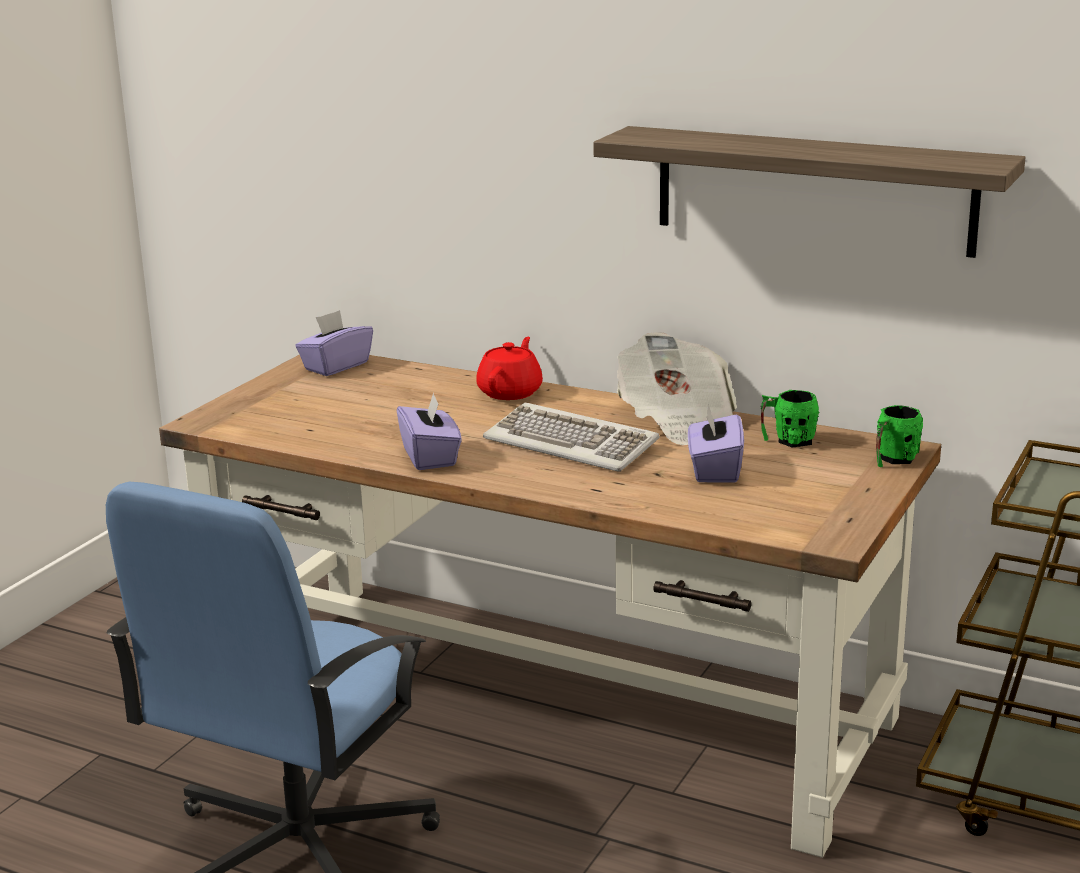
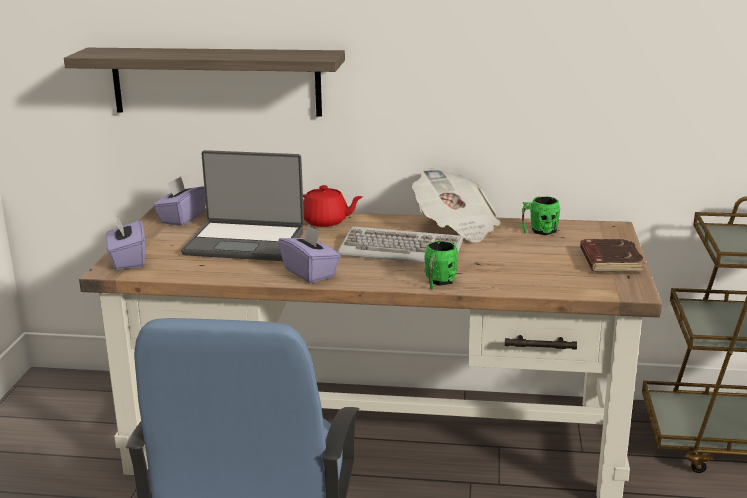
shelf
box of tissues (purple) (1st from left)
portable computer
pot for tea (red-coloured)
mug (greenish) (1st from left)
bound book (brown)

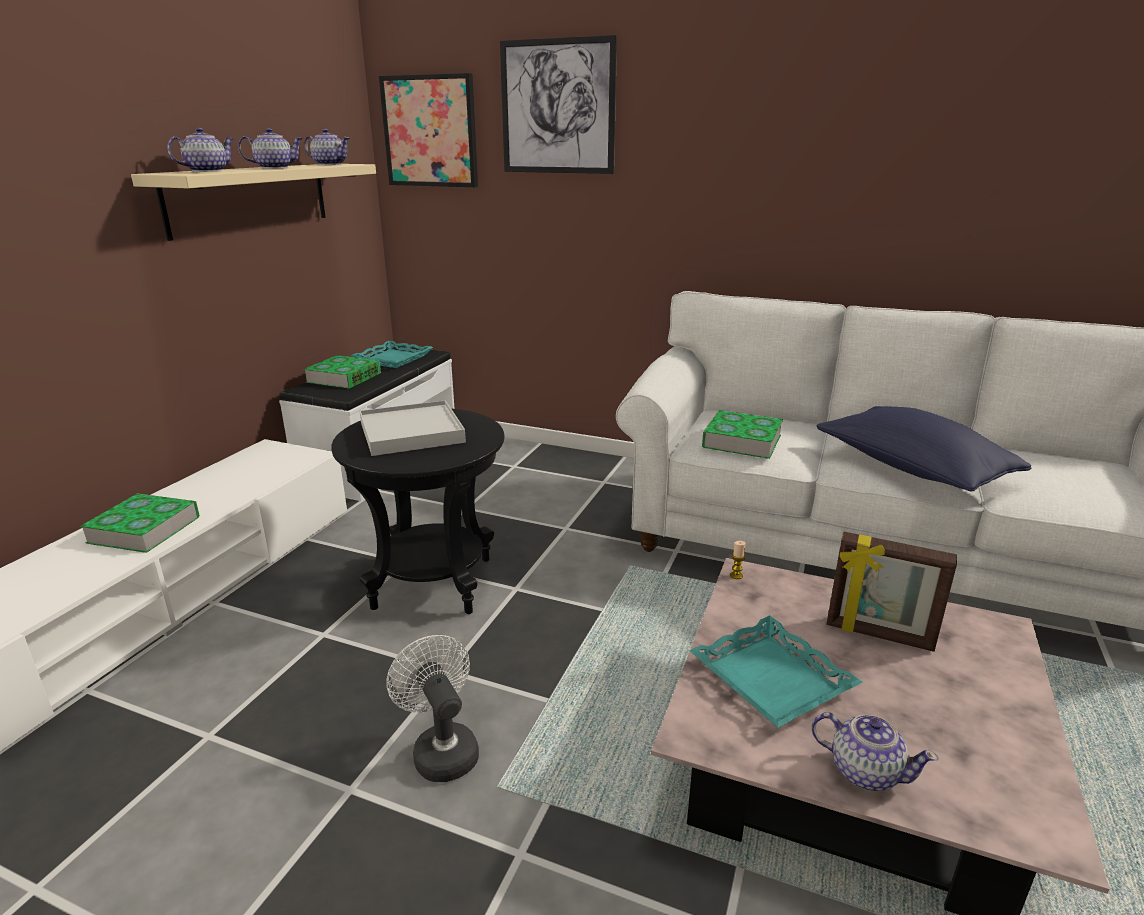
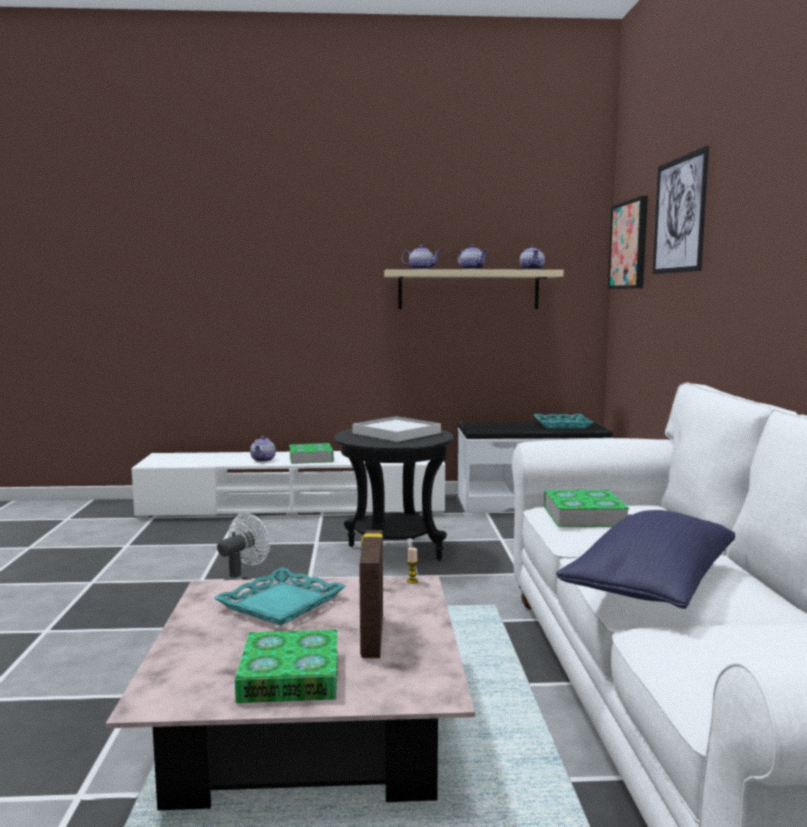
bound book (1st from left)
pot for tea (1st from left)

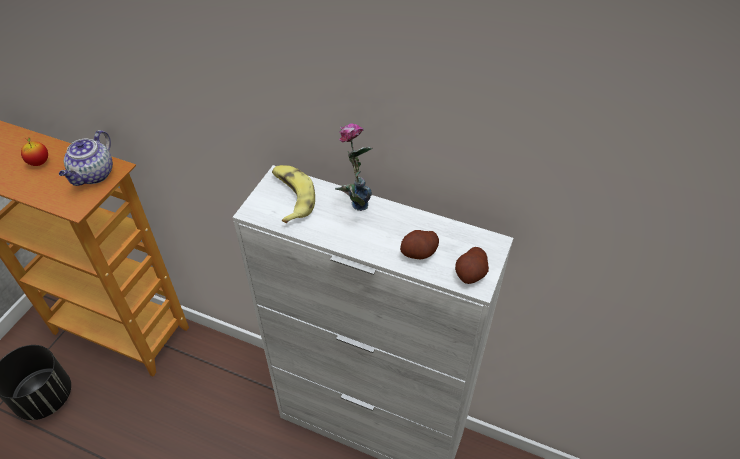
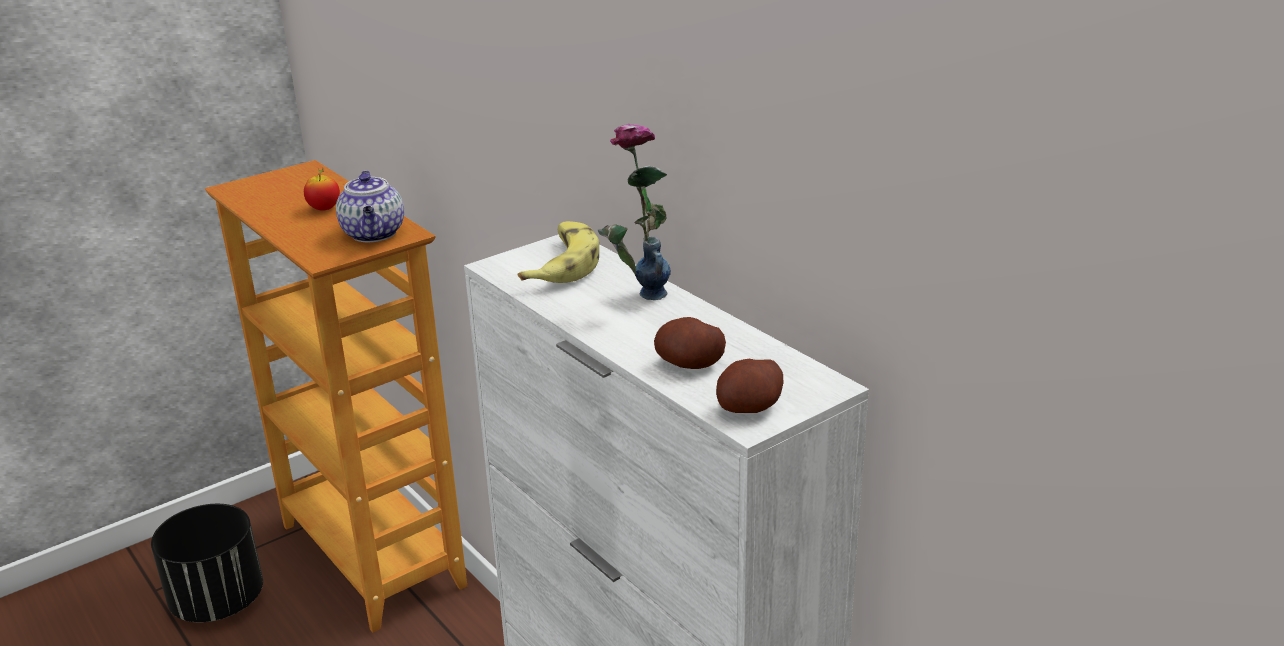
pot for tea

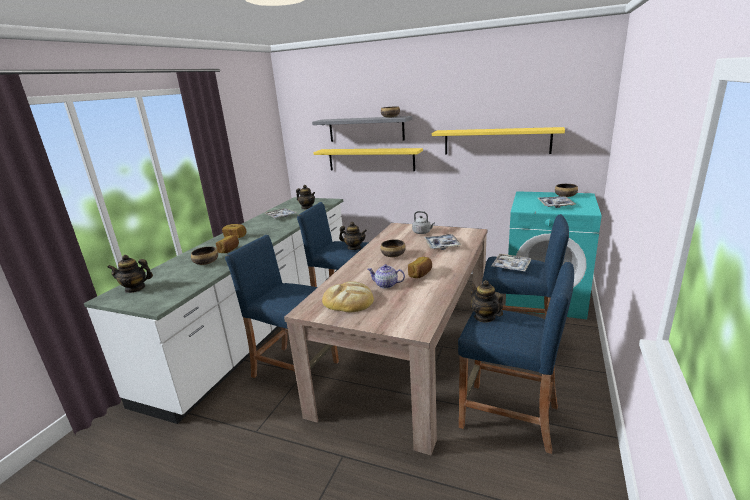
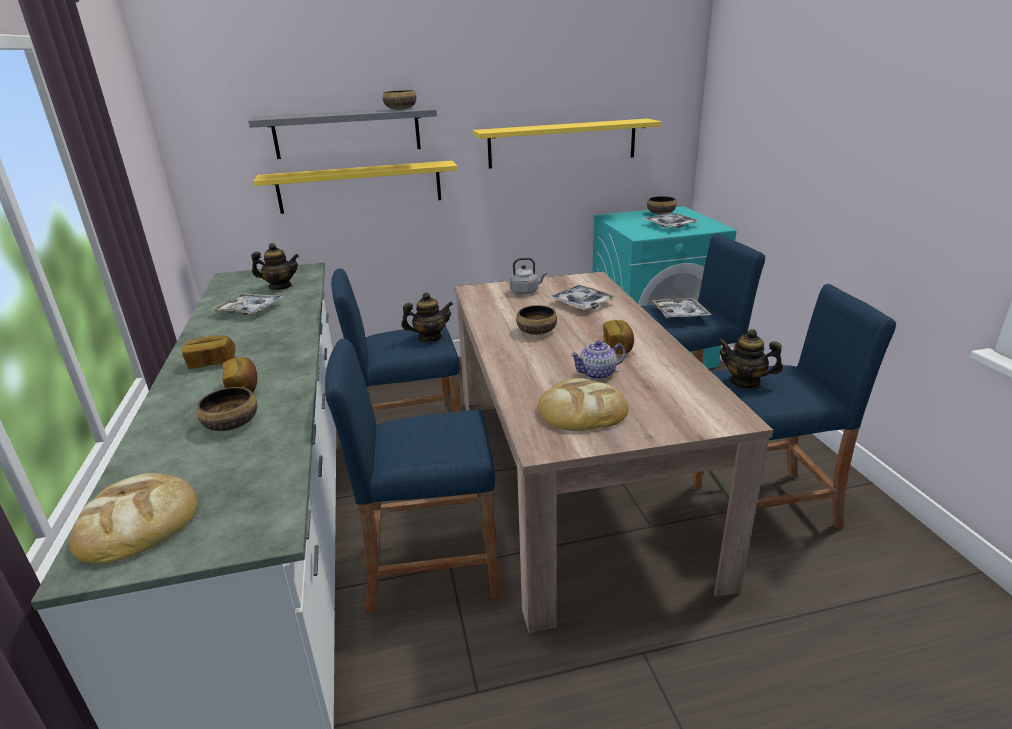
bakery bread (1st from left)

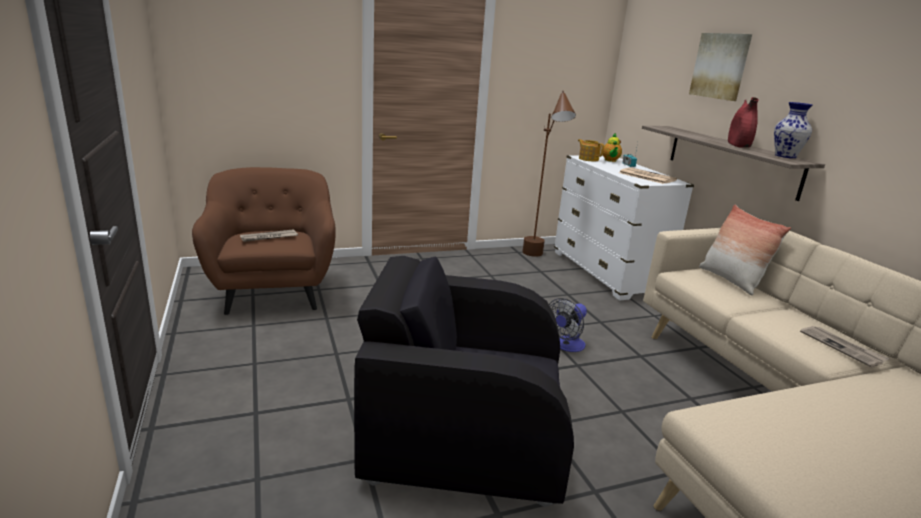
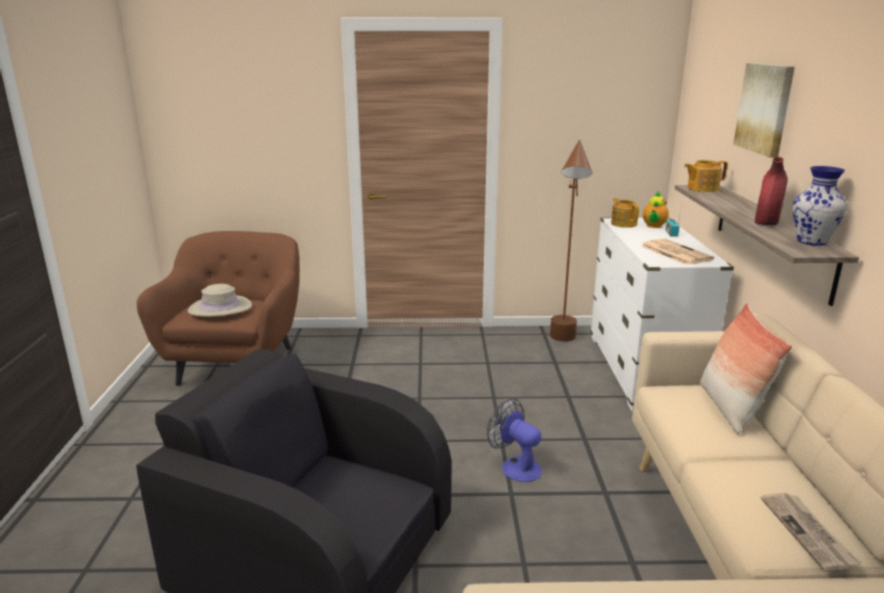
wearable hat (sand-coloured)
fan
pot for tea (3rd from left)

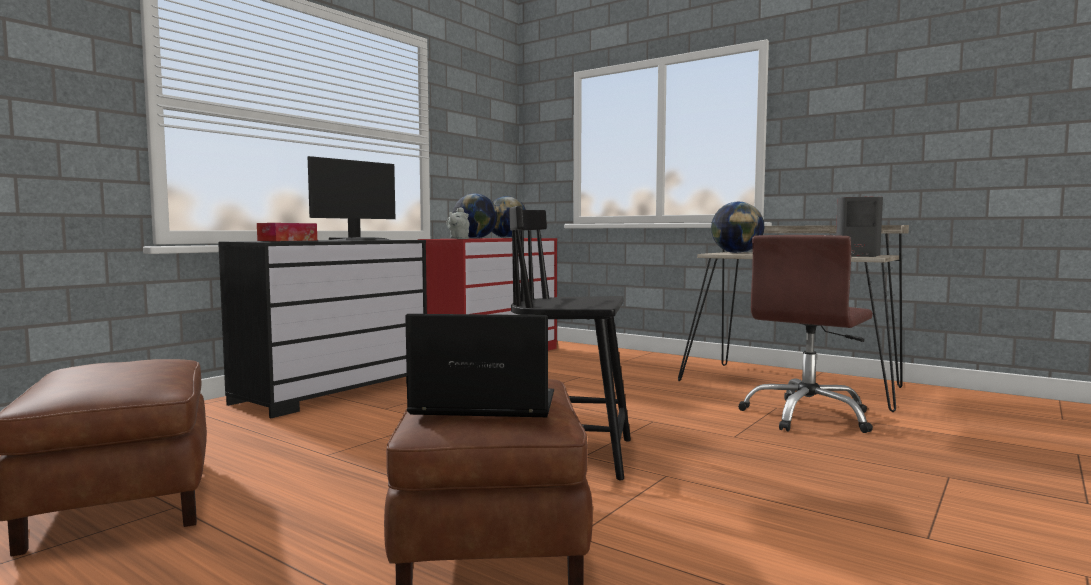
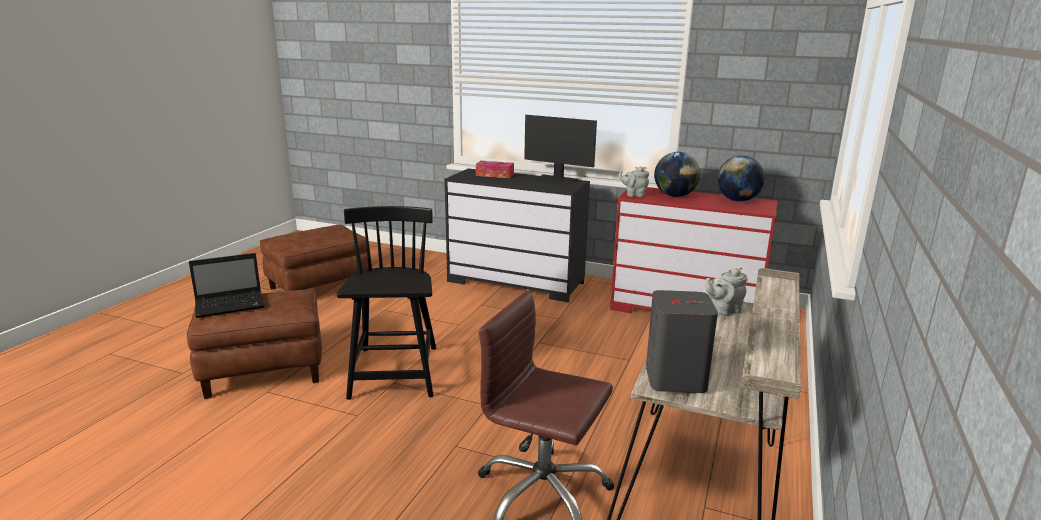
portable computer
pot for tea (gray) (2nd from left)

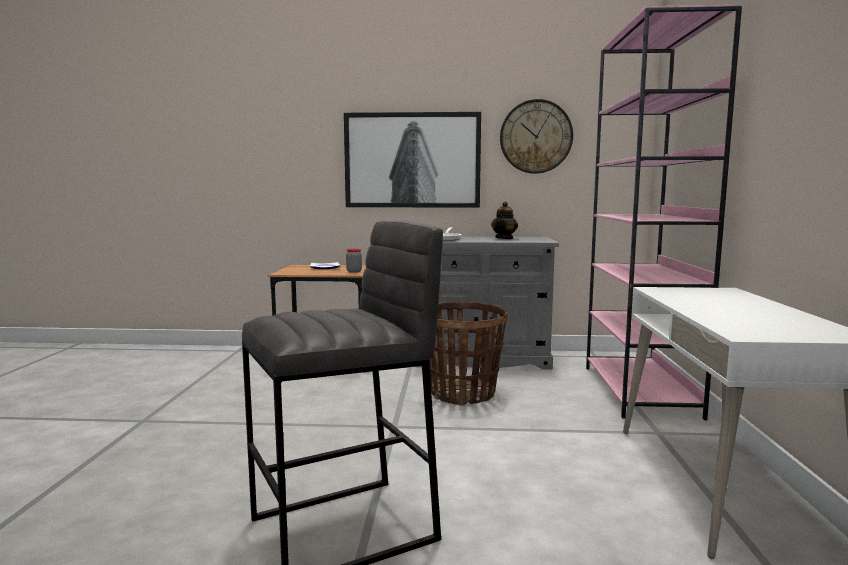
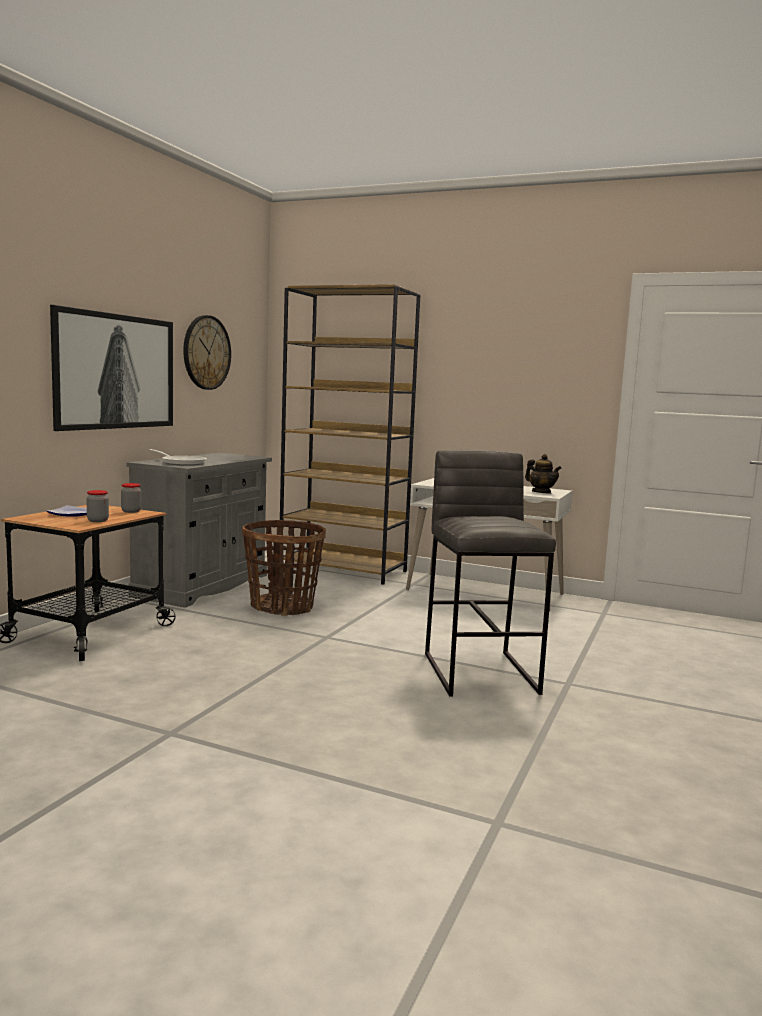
storage jar (1st from left)
bookcase (brown)
pot for tea

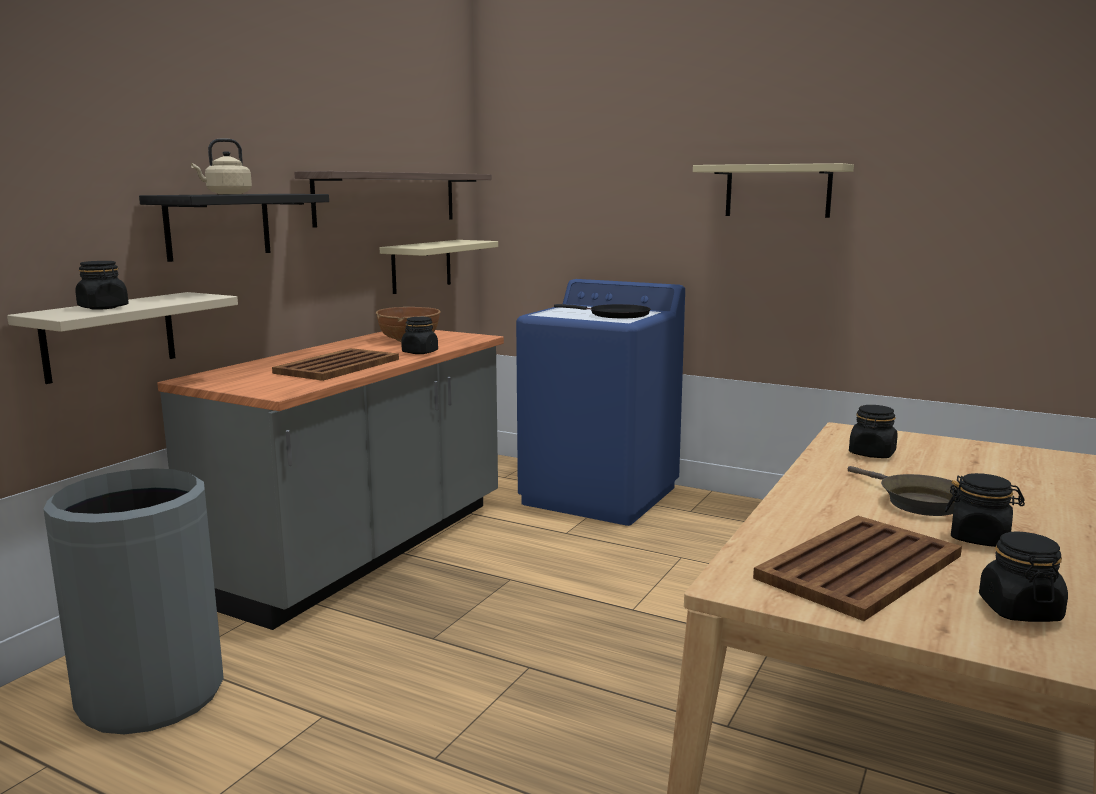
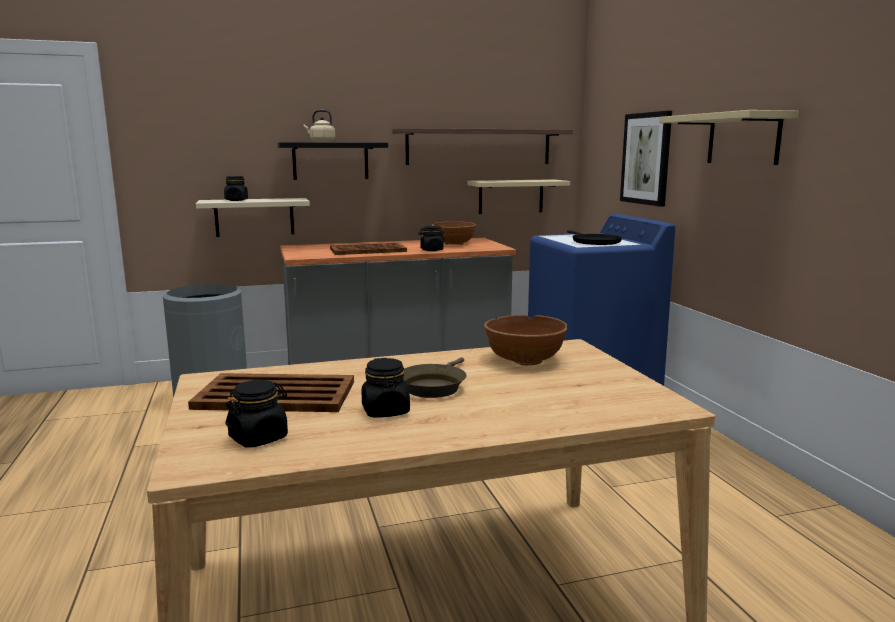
bowl (brown) (2nd from left)
wall art

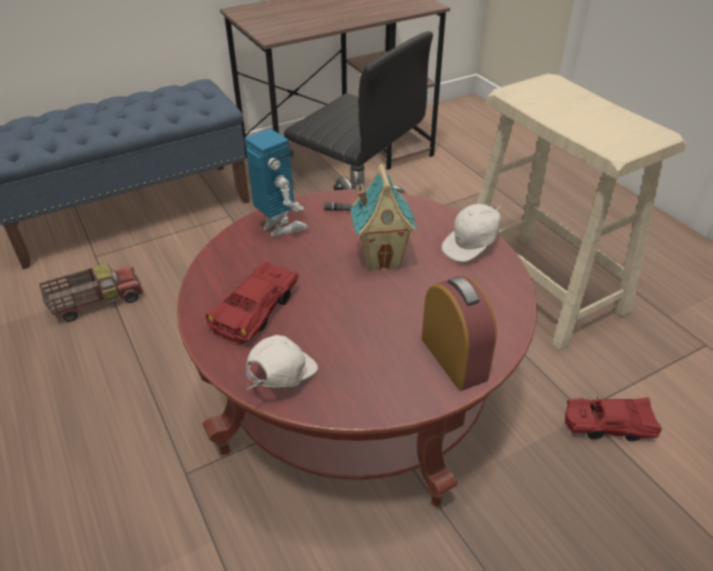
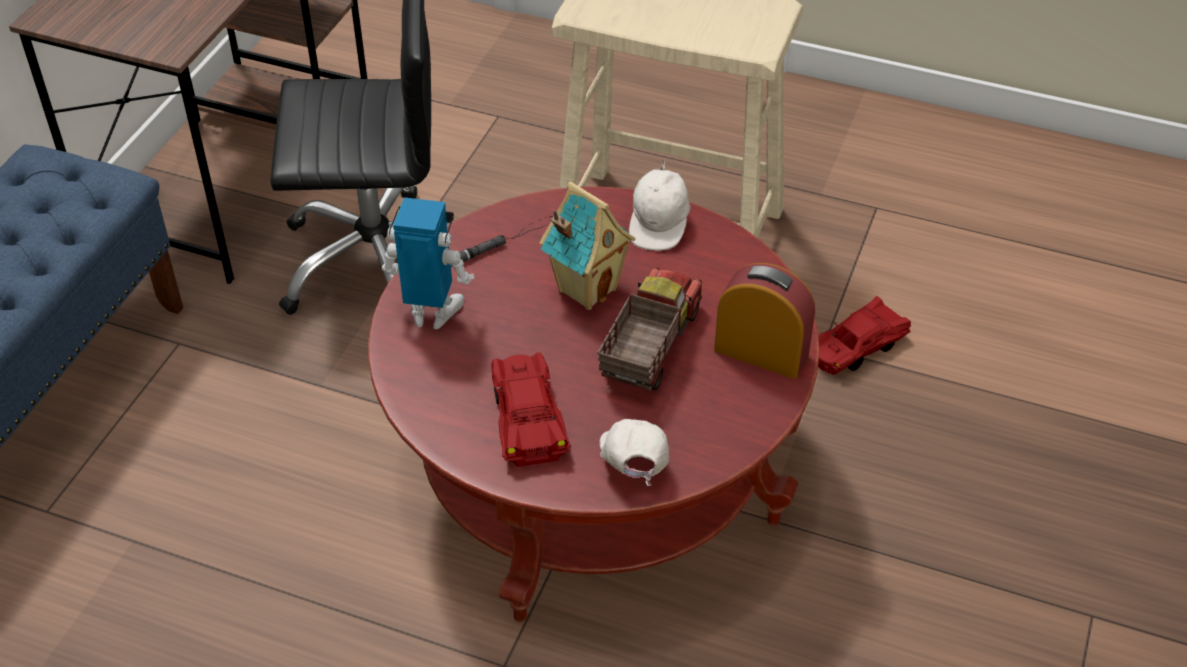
toy lorry

